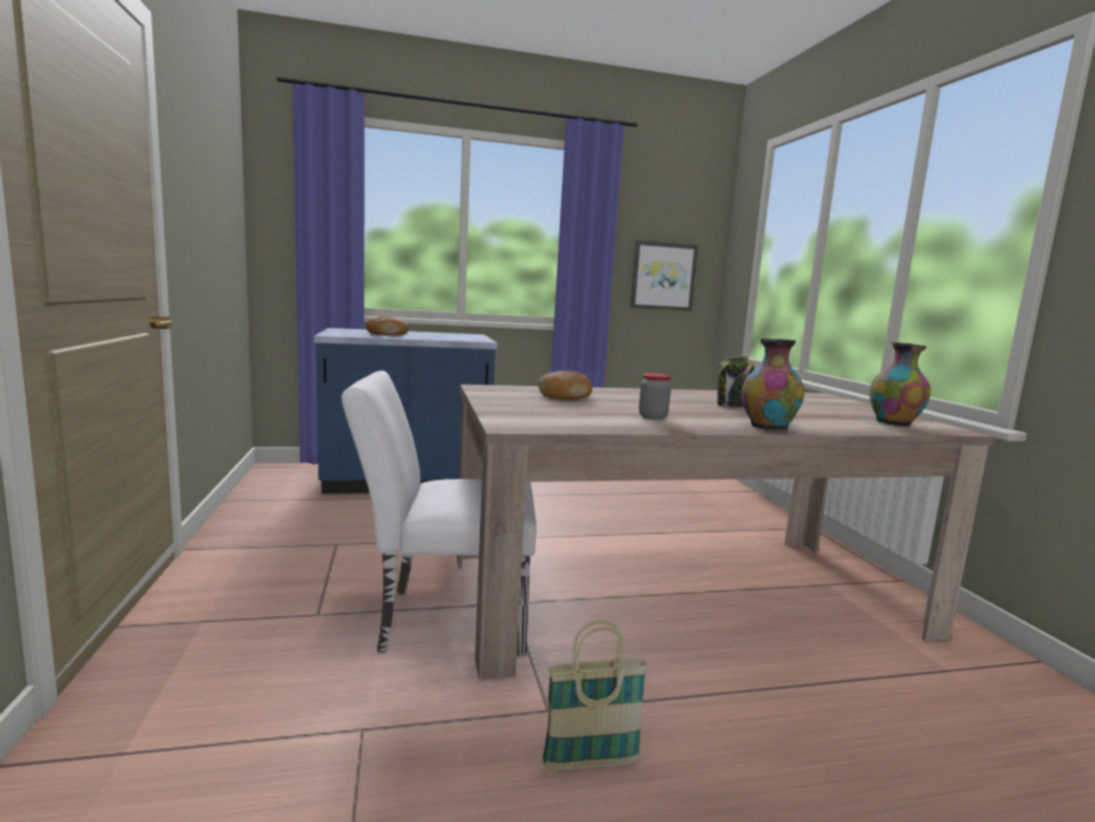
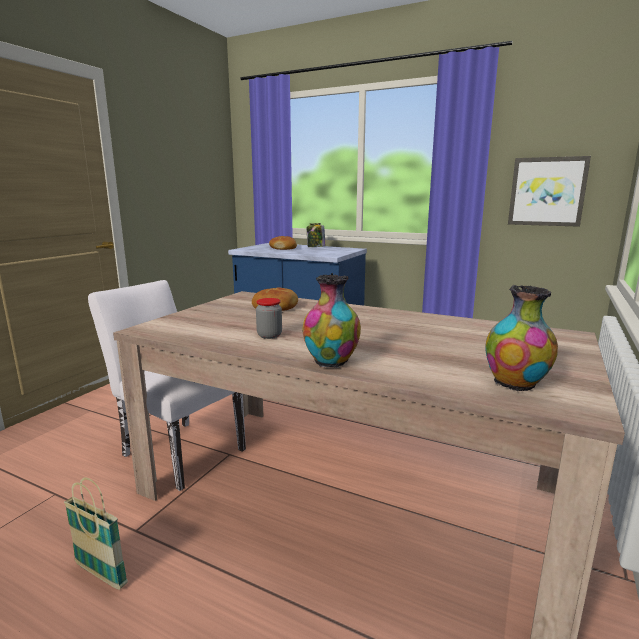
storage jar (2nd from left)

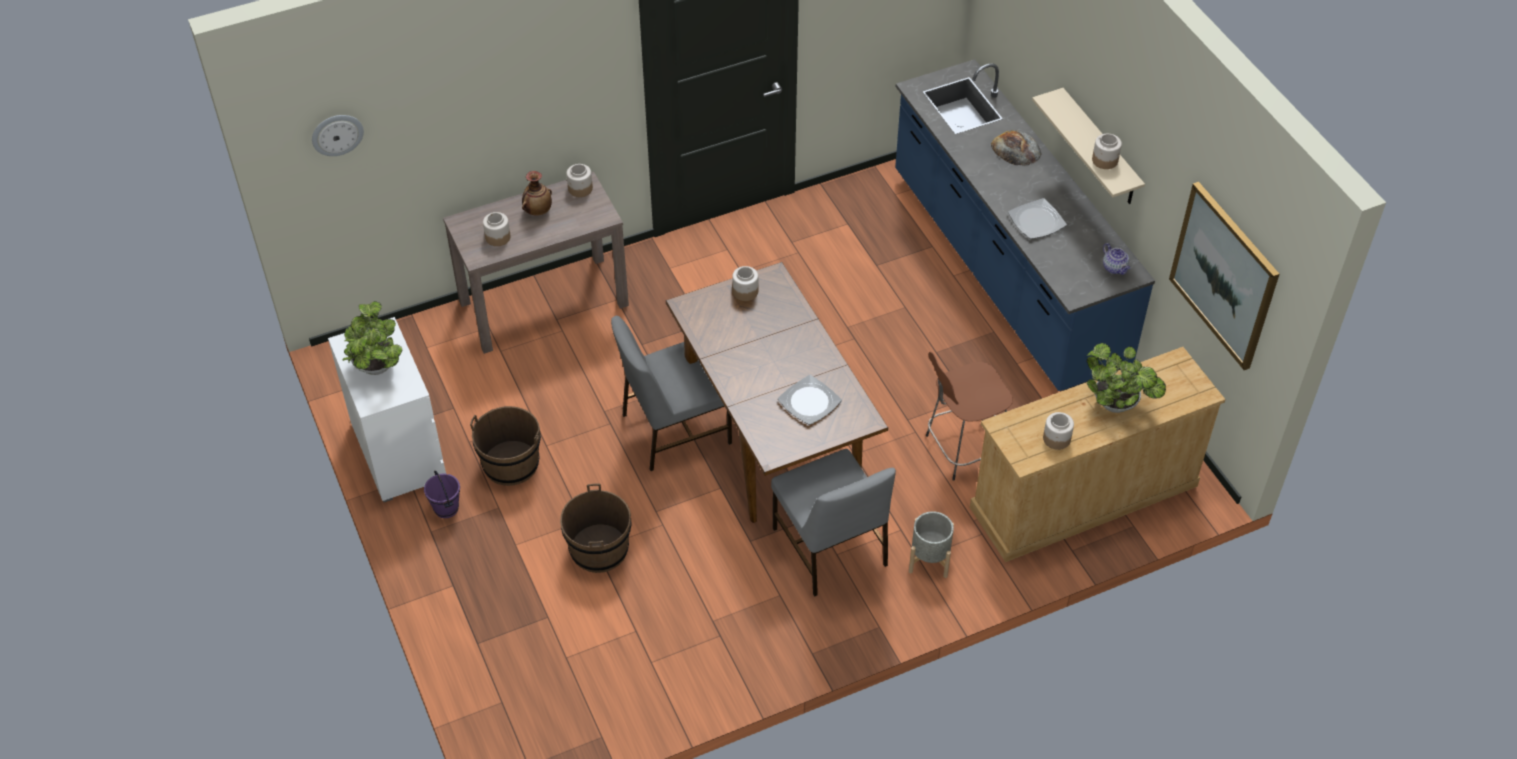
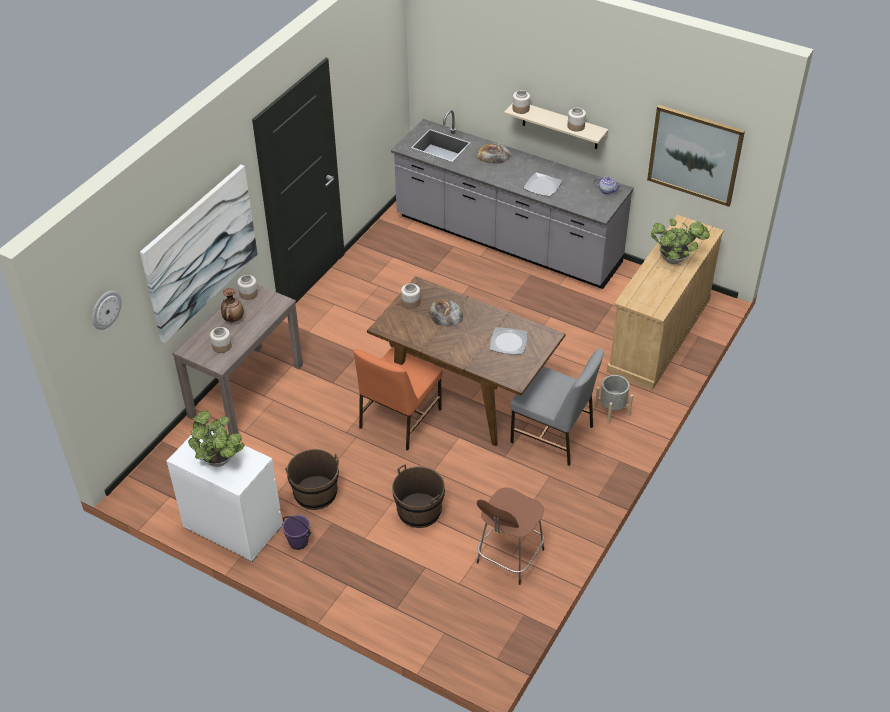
wall art (1st from left)
upright chair (orangey)
kitchen counter (gray)
bakery bread (1st from left)
sitting stool (brown)
storage jar (4th from left)

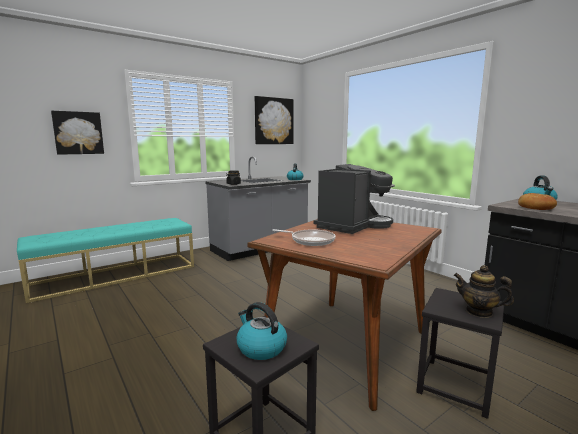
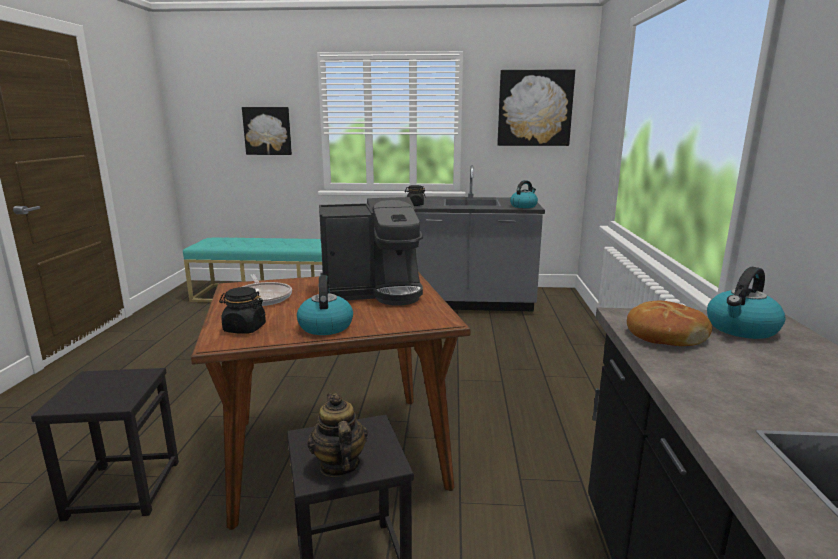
storage jar (black) (1st from left)
kettle (1st from left)

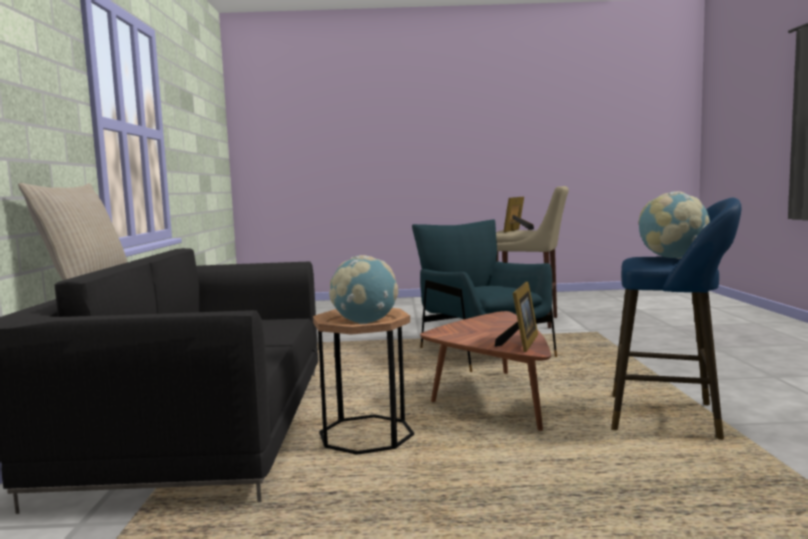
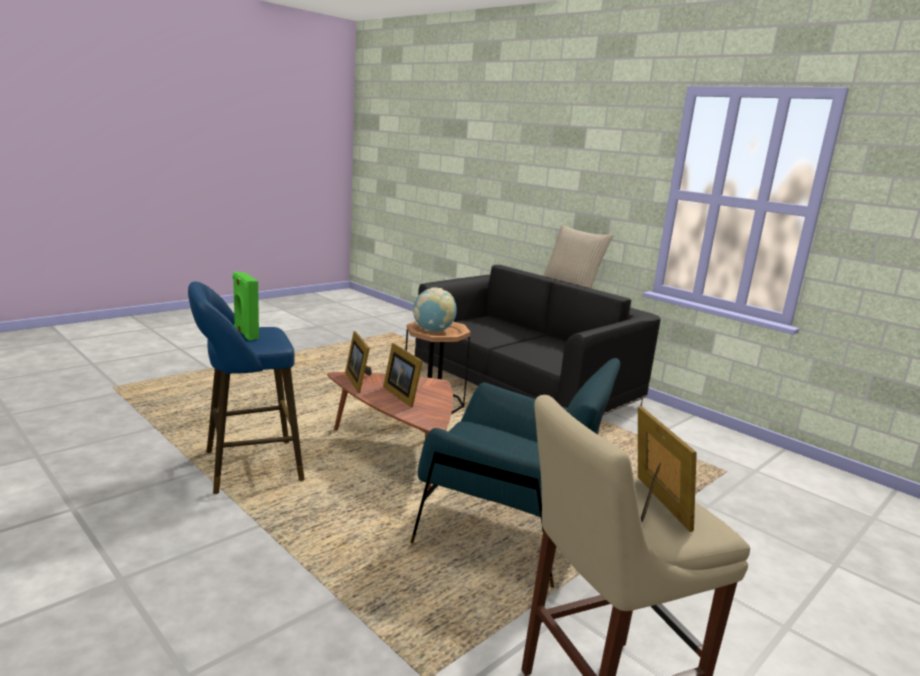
loudspeaker (greenish)
picture frame (2nd from left)

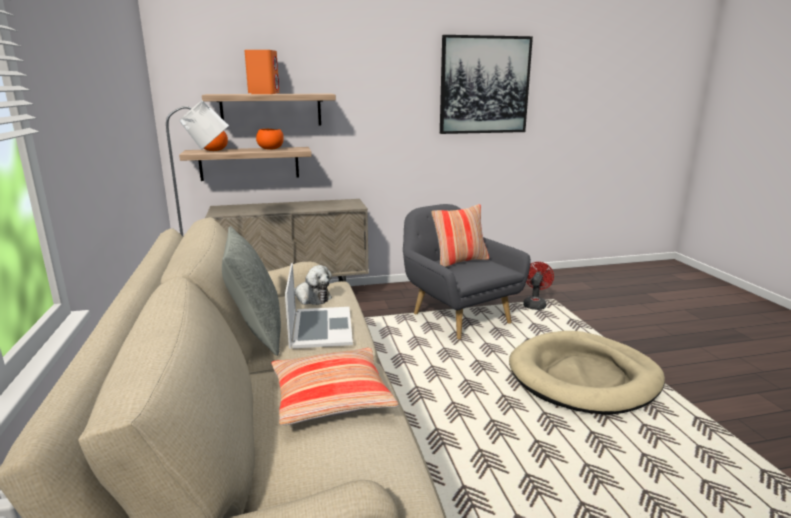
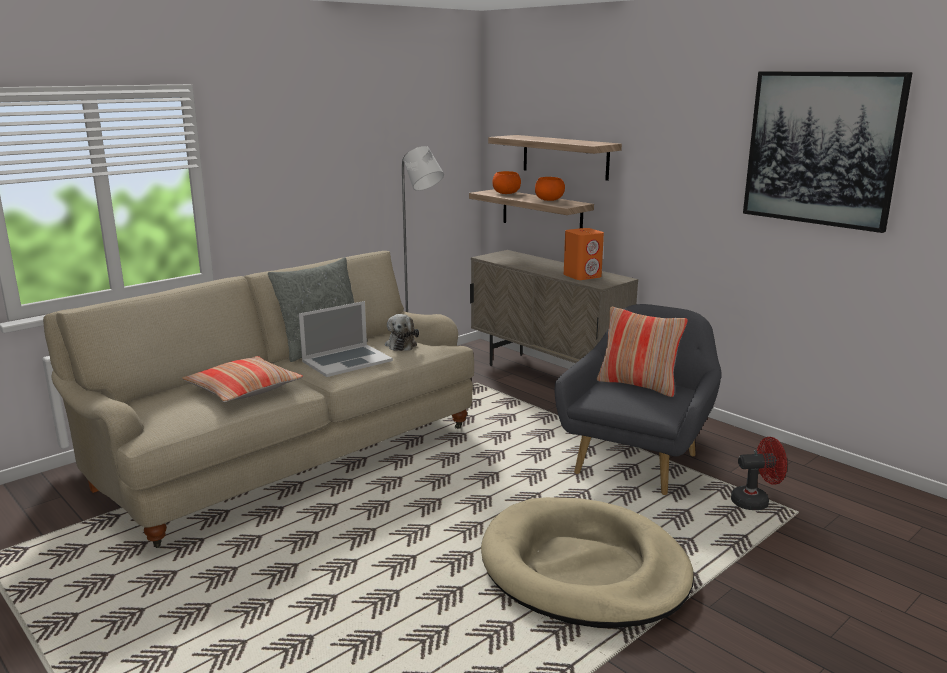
loudspeaker (orangey)

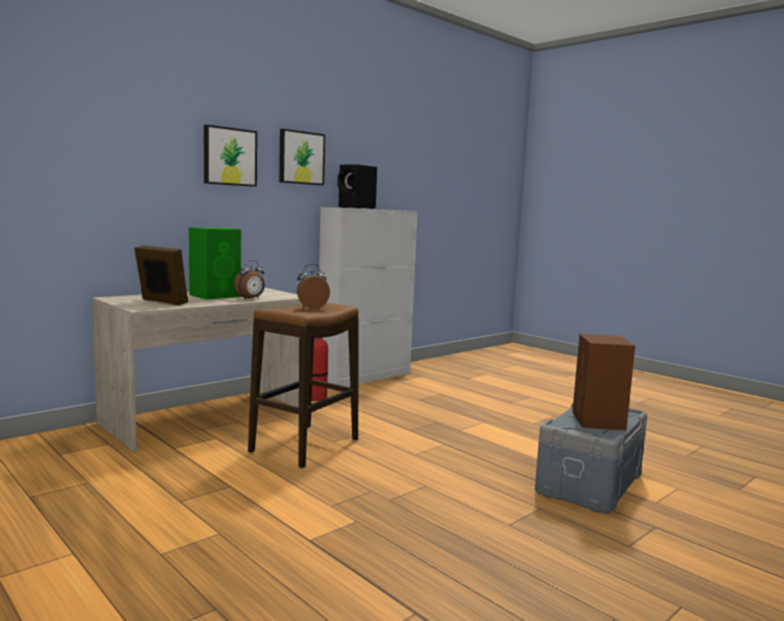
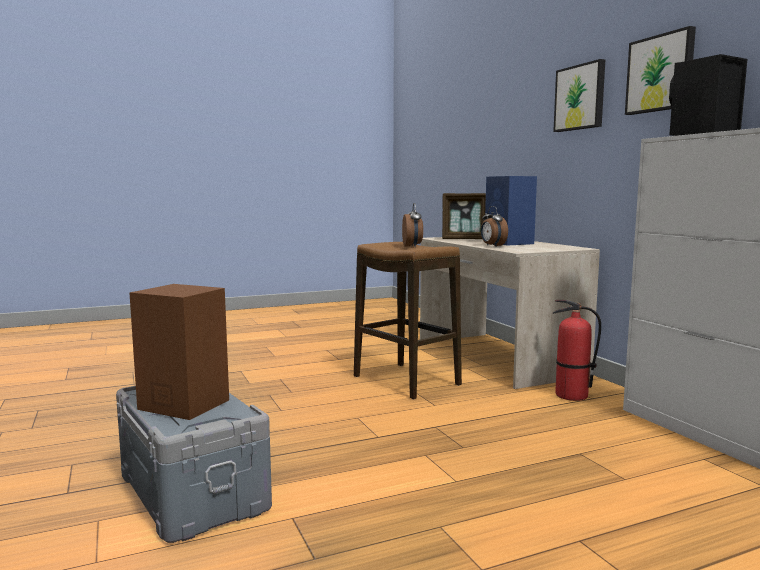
picture frame
loudspeaker (bluish)

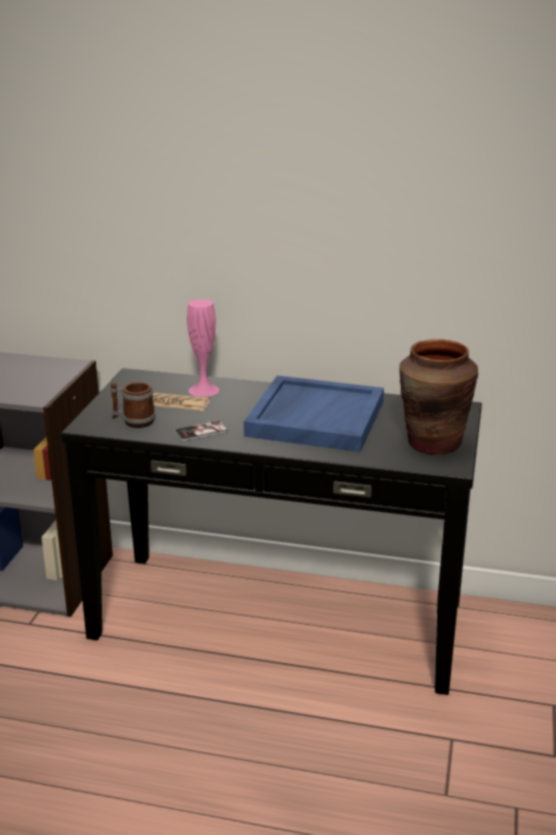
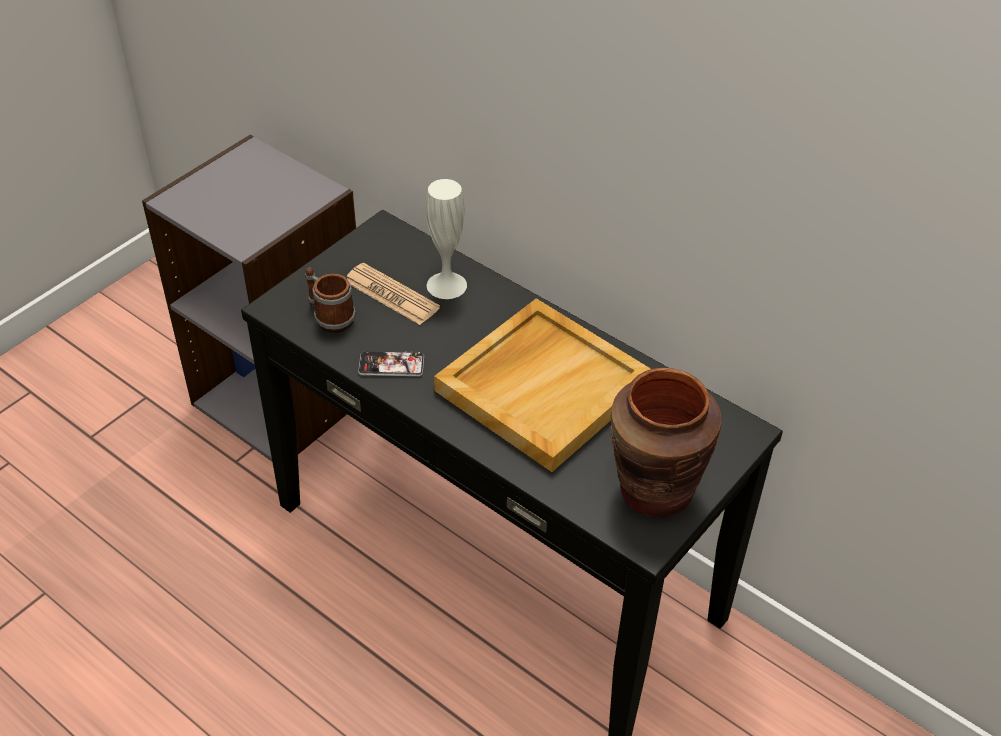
flower vase (white-coloured)
carrying tray (sand-coloured)

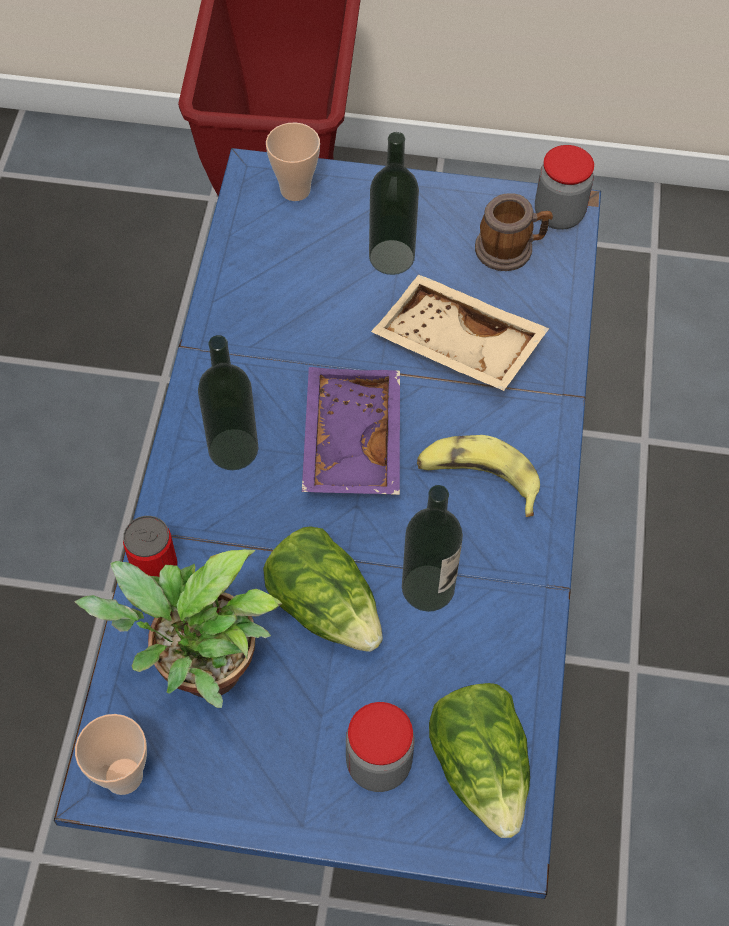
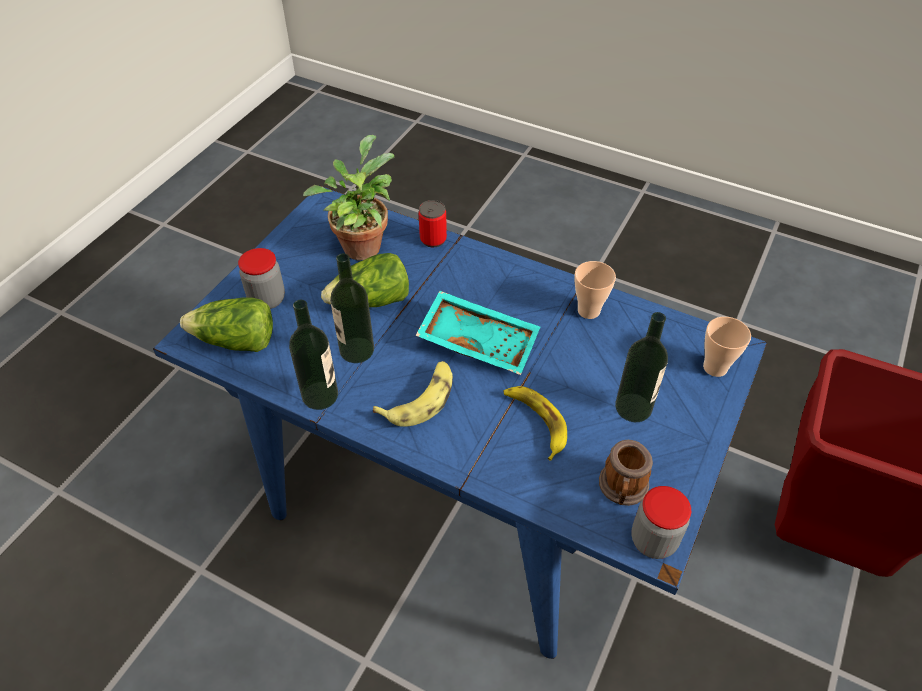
beverage bottle (1st from left)
carrying tray (blue-green)
banana (2nd from left)
cup (1st from left)

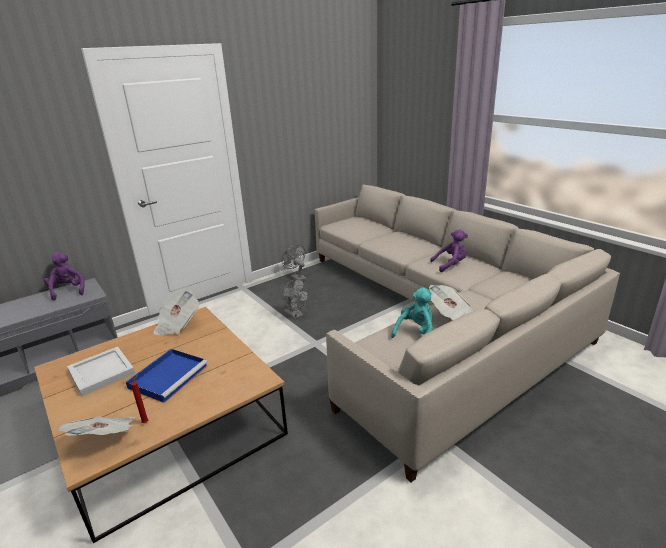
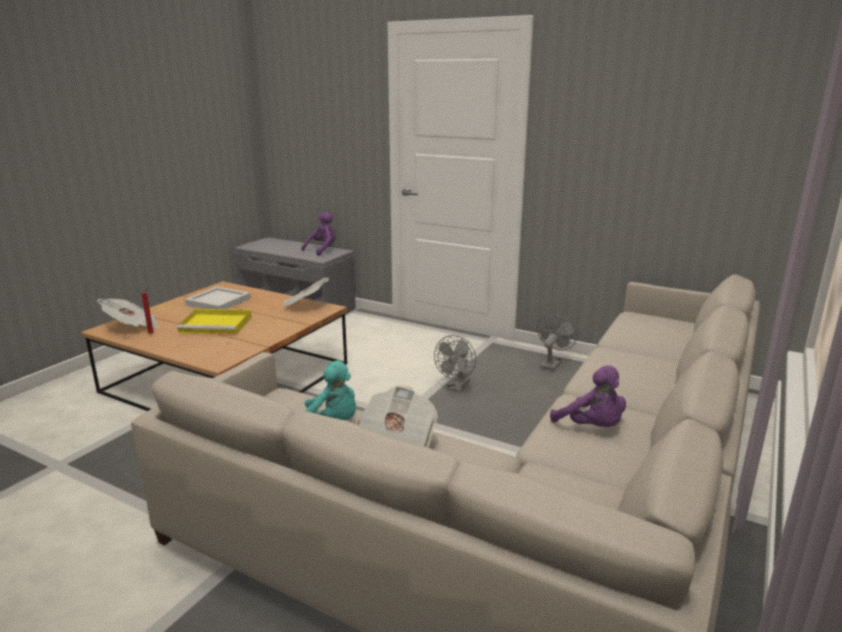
carrying tray (yellowish)

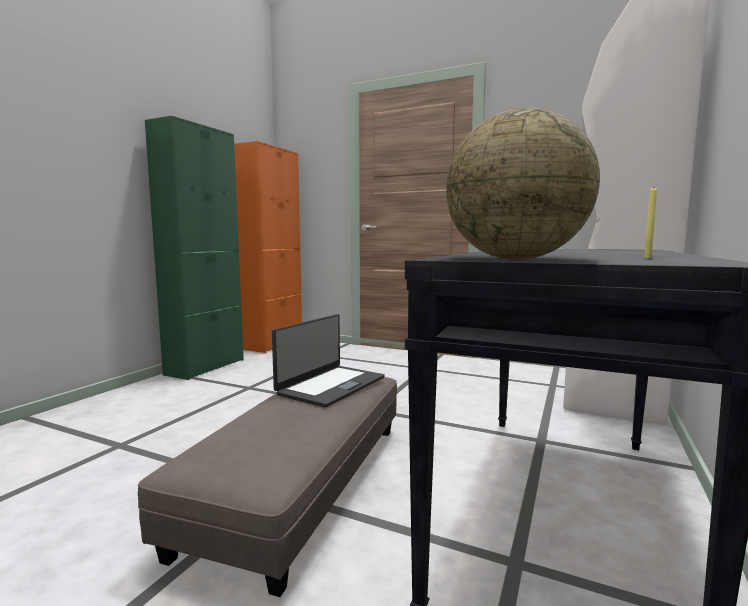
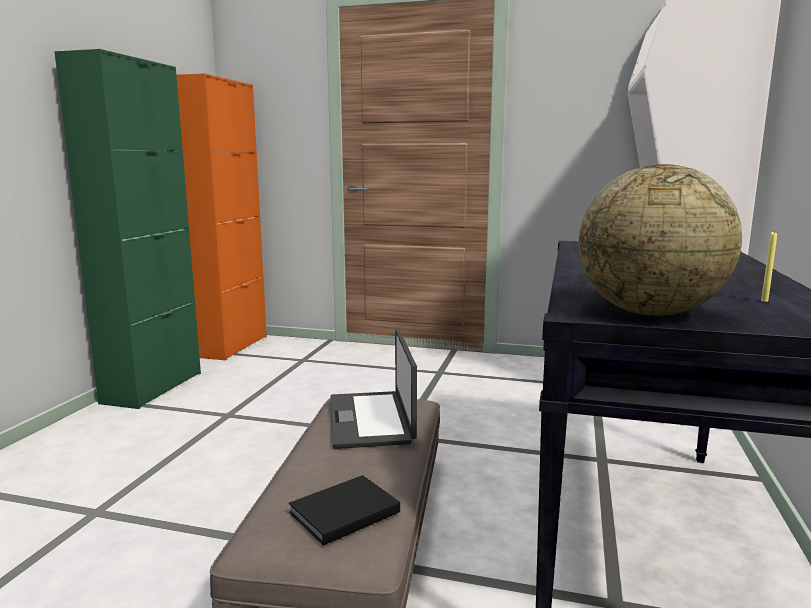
bound book (black)
portable computer

